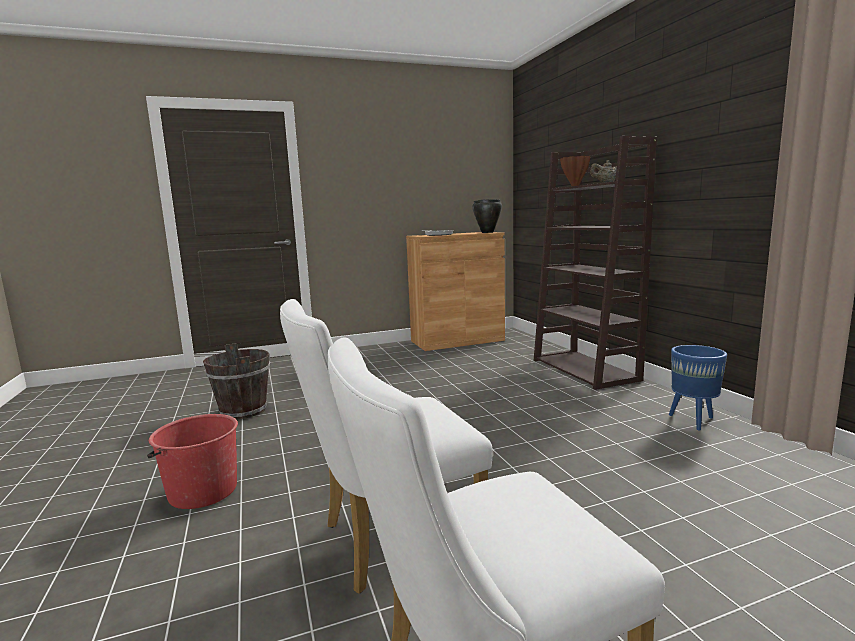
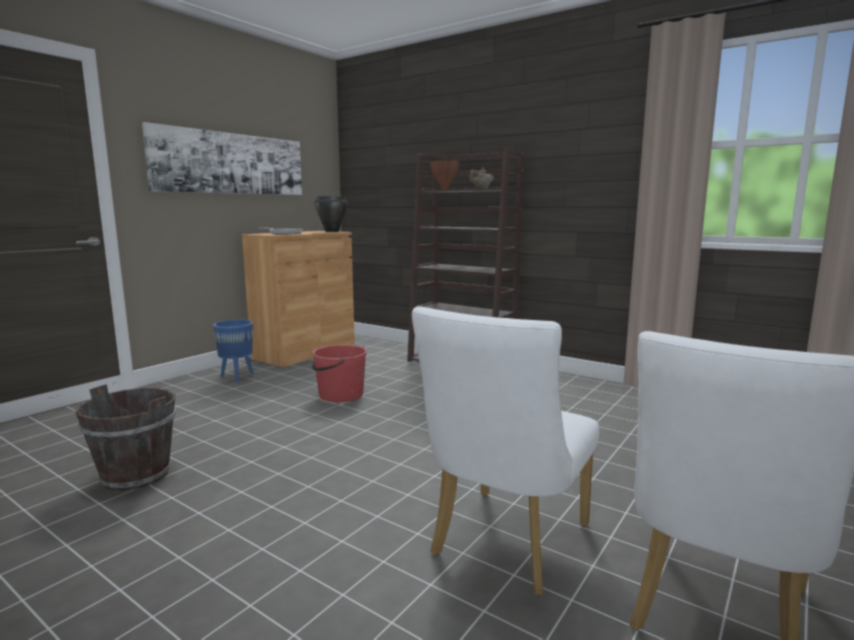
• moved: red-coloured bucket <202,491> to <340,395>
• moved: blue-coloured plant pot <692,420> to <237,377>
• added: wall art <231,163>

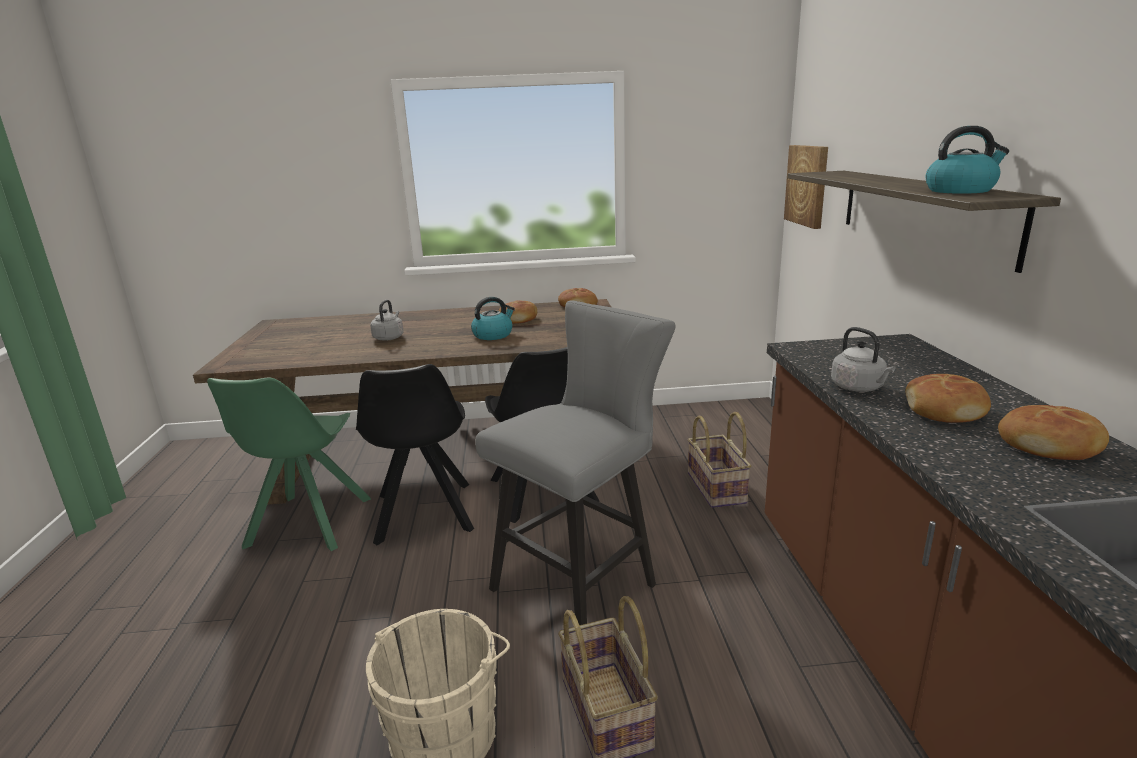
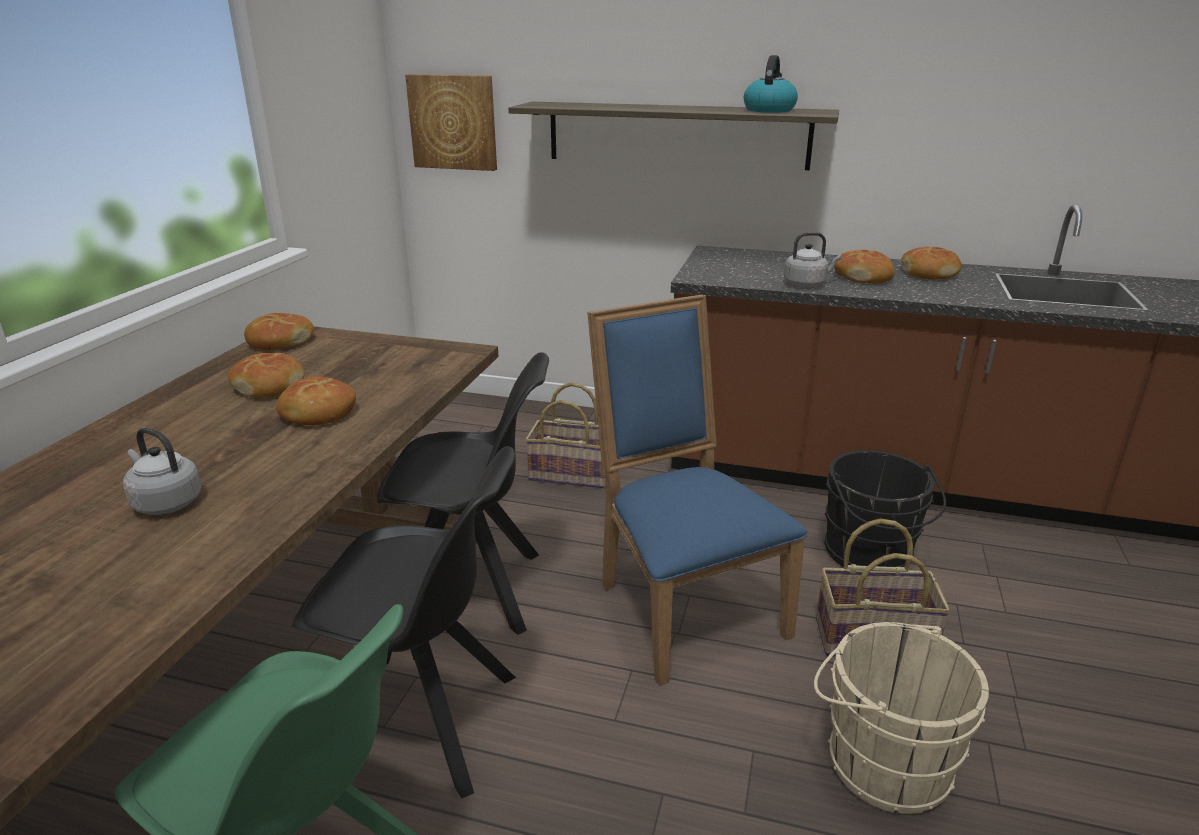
• replaced: tea kettle <493,335> to bakery bread <317,413>
• replaced: grey stool <582,583> to blue-coloured upright chair <682,605>
• added: blackish bucket <870,555>

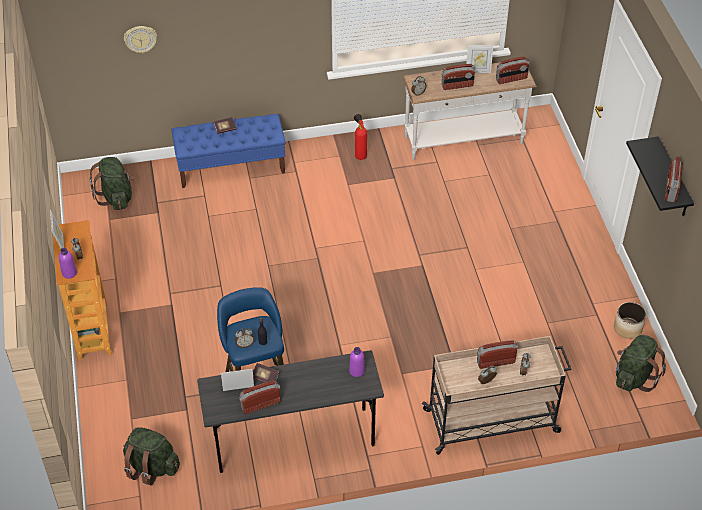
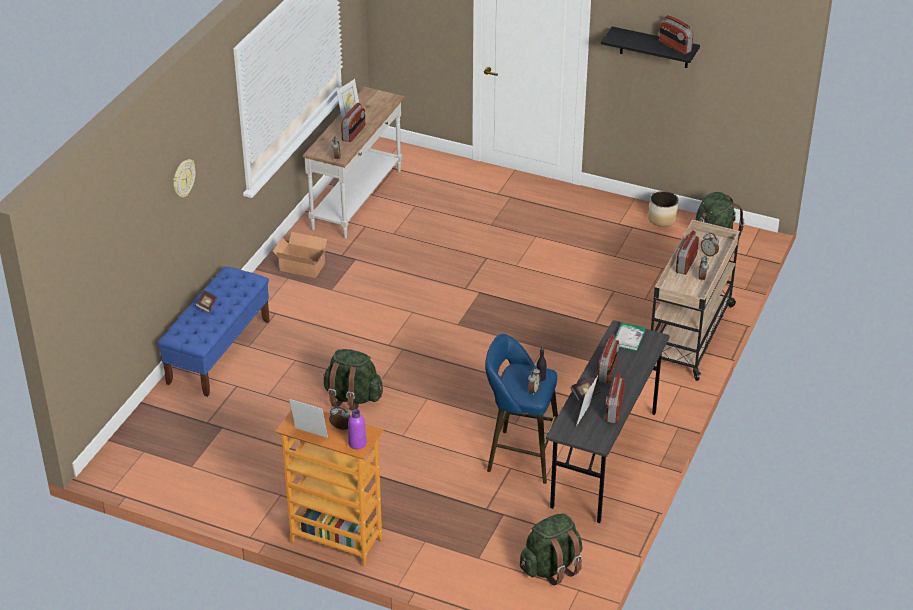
• moved: greenish backpack <116,197> to <352,397>
• moved: hanging clock <140,39> to <183,178>
• replaced: purple-coloured bottle <357,371> to volume <628,338>
• replaced: extinguisher <360,155> to packing box <302,265>
• moved: radio <511,79> to <607,370>

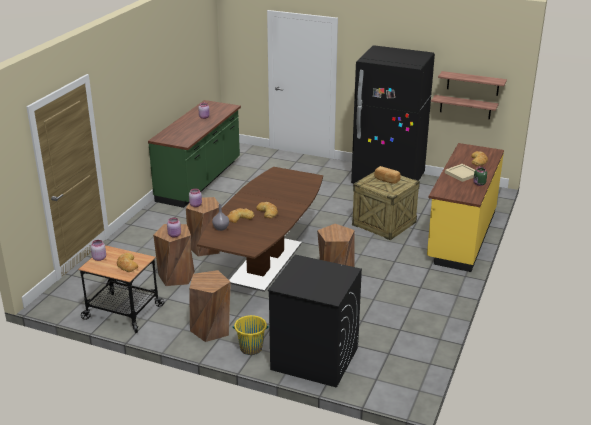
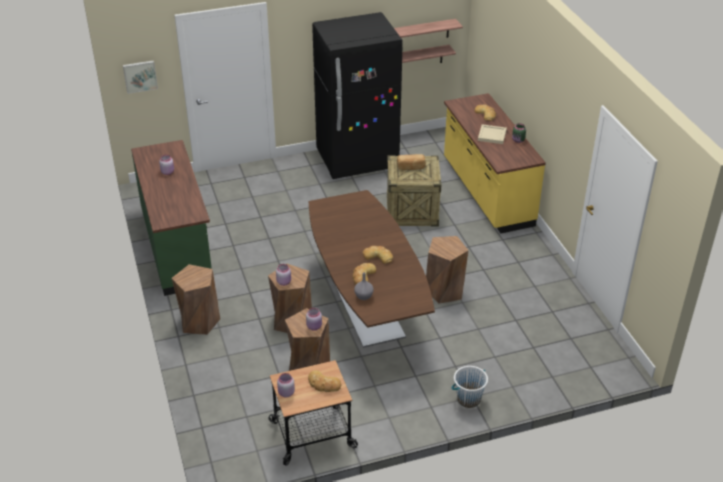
• moved: brown stool <211,329> to <199,321>
• recoloured: yellow-coloured bucket <251,348> to white-coloured bucket <468,399>
• removed: blackish laundry appliance <314,358>
• added: wall art <140,76>

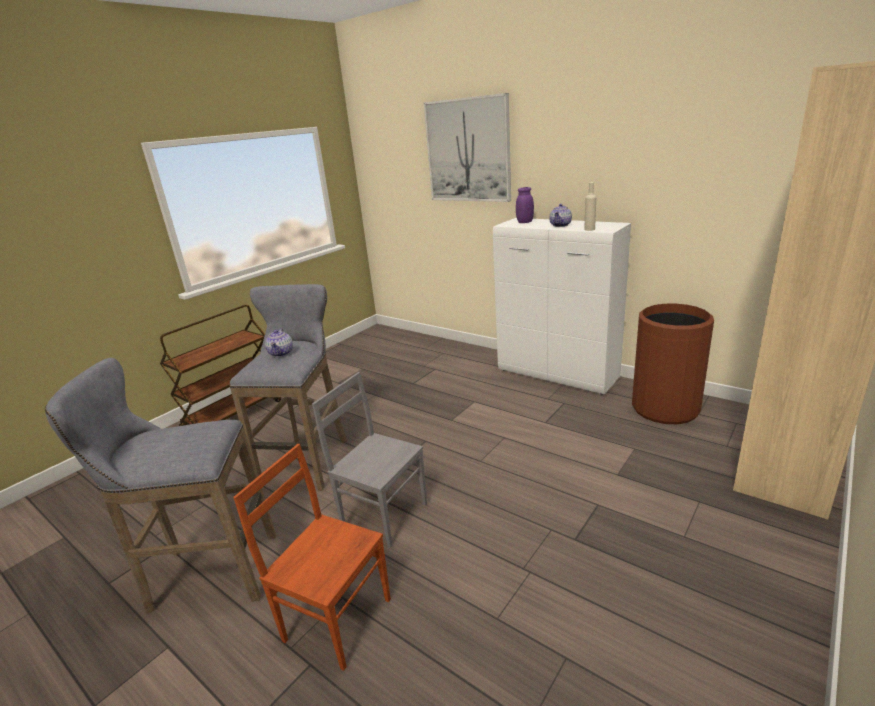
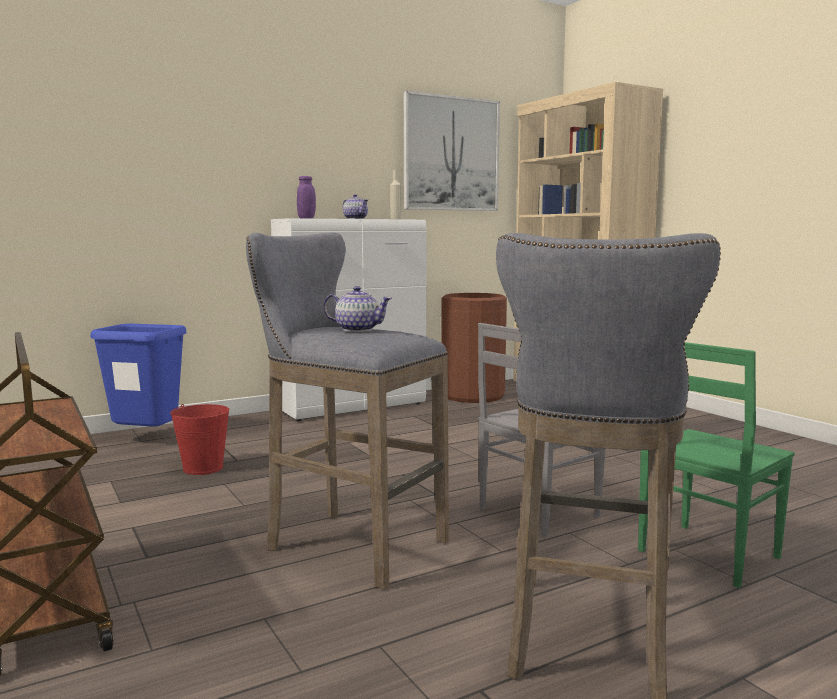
• recoloured: brown upright chair <337,617> to greenish upright chair <705,554>
• moved: wall art <468,150> to <451,154>
• added: blue-coloured rubbish bin <147,440>
• added: red-coloured bucket <203,468>

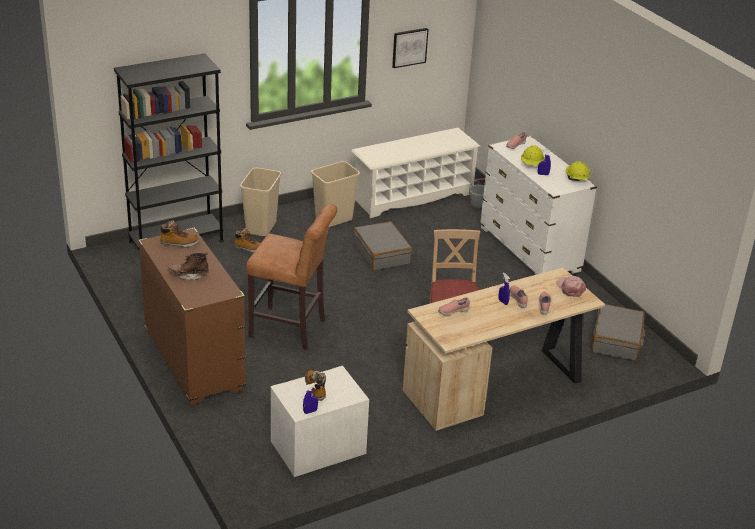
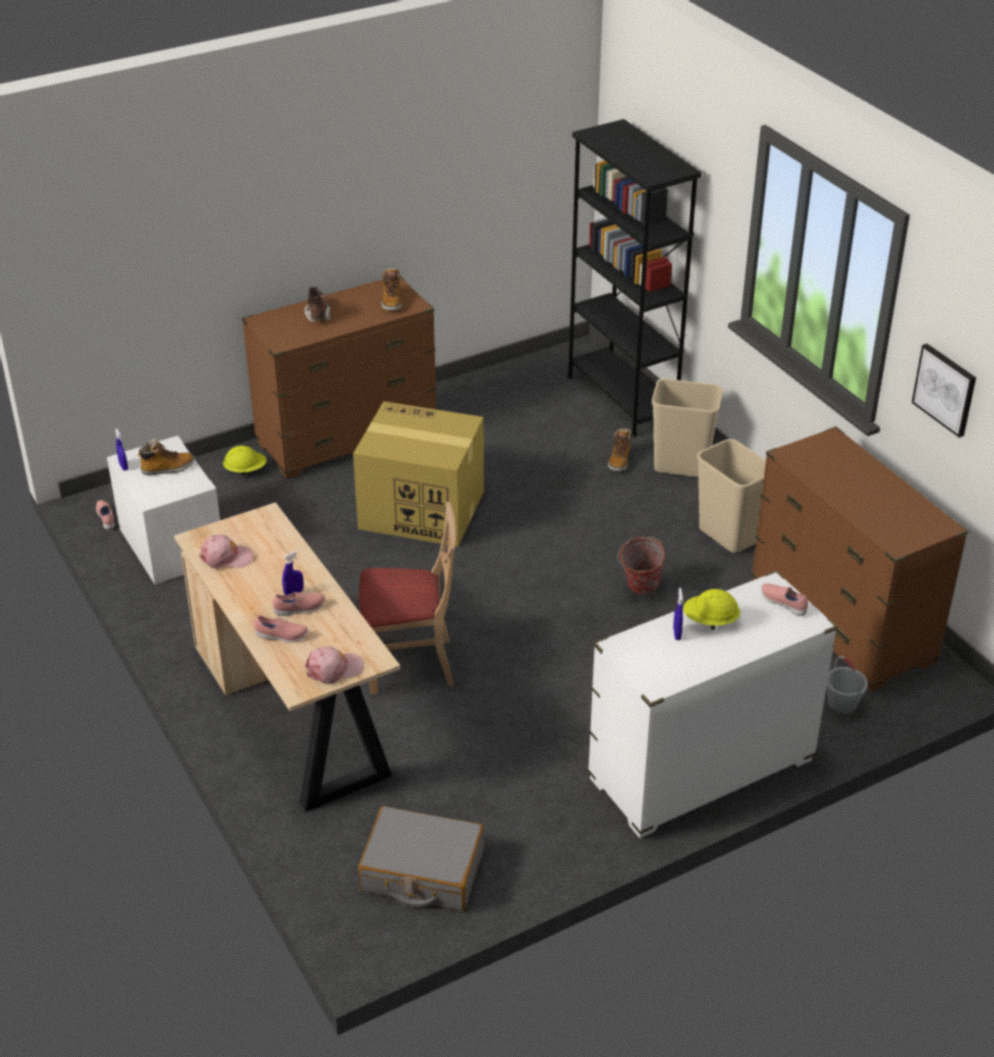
• replaced: brown stool <291,330> to packing box <420,510>
• replaced: white-coloured shoe stand <412,196> to brown dresser <842,622>
• replaced: grey suitcase <382,254> to bucket <639,589>
• moved: pink shoe <453,311> to <106,518>
• moved: yellow-coloured hard hat <576,179> to <245,471>
• added: pink peaked cap <226,557>

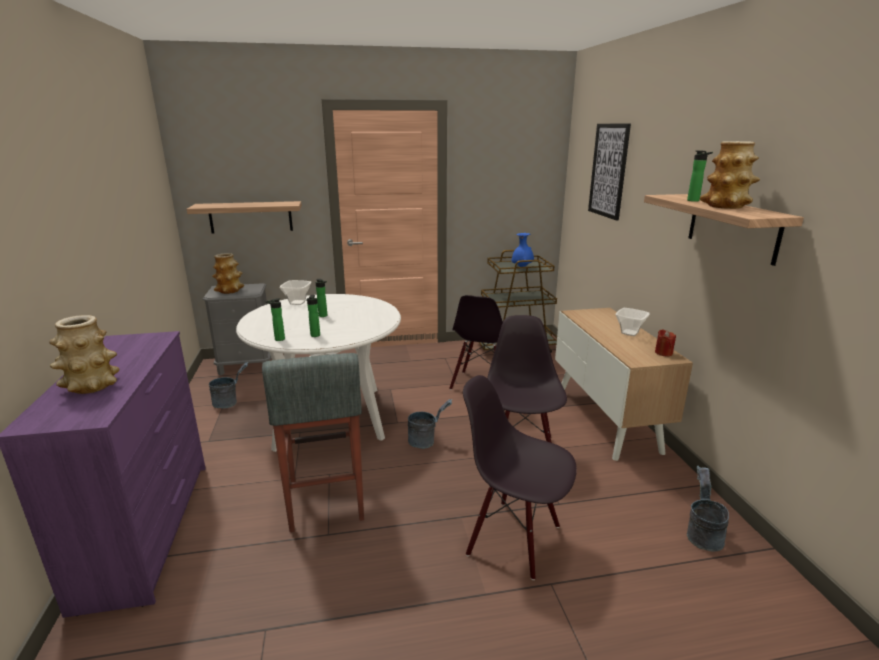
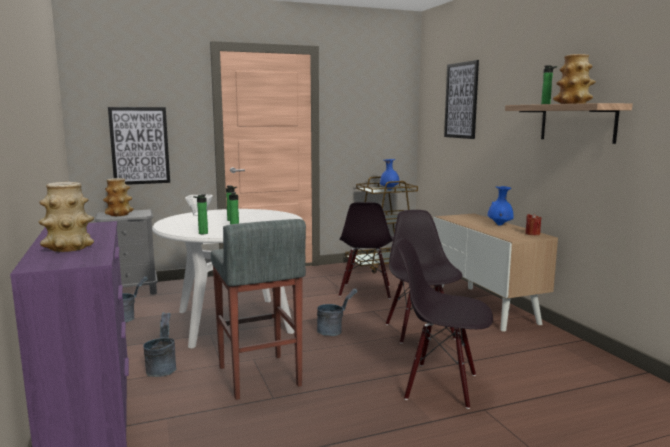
• replaced: shelf <251,217> to wall art <140,145>
• replaced: deep dish <630,333> to blue-coloured decorative vase <499,225>
• moved: grey bucket <702,534> to <162,368>

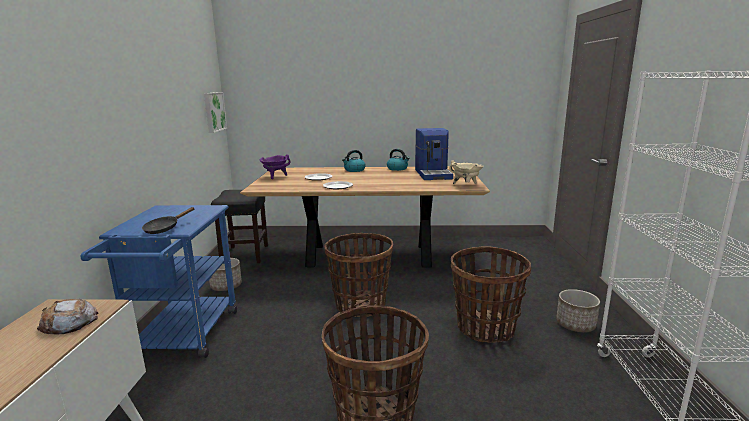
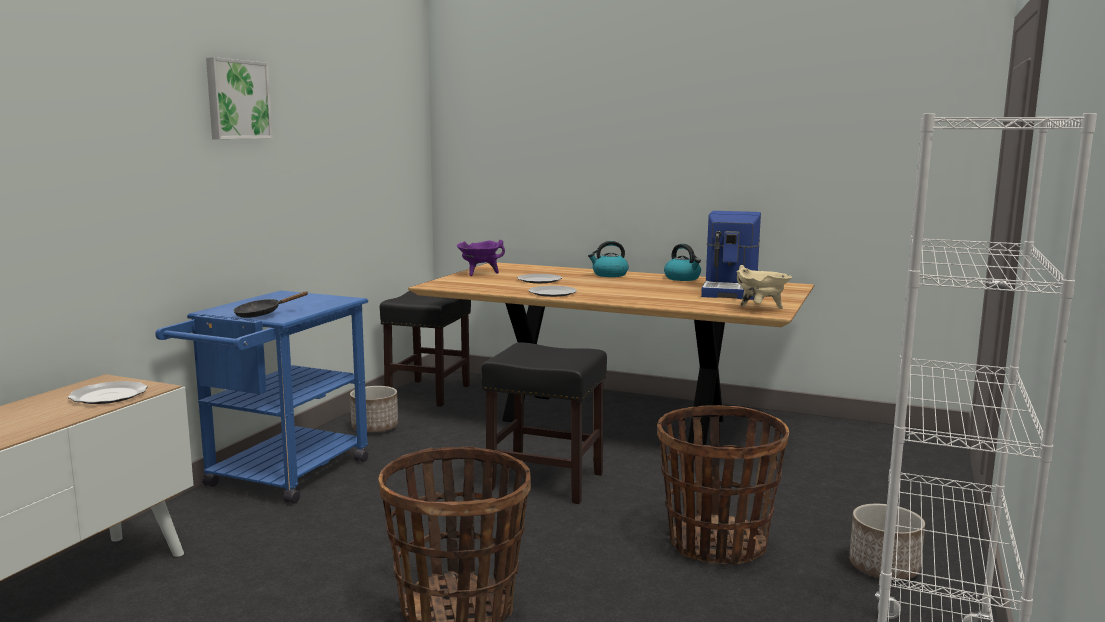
• replaced: bakery bread <69,323> to flat dish <108,396>
• moved: wall art <214,111> to <237,99>
• replaced: storage basket <360,305> to blackish stool <544,481>

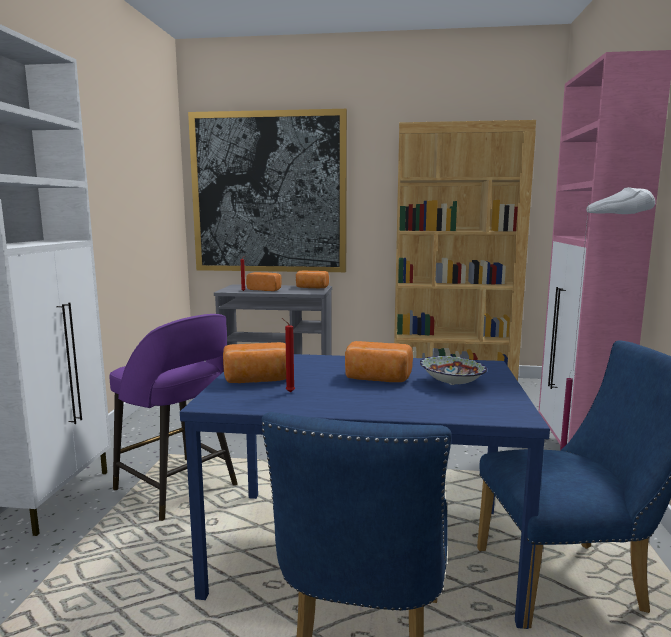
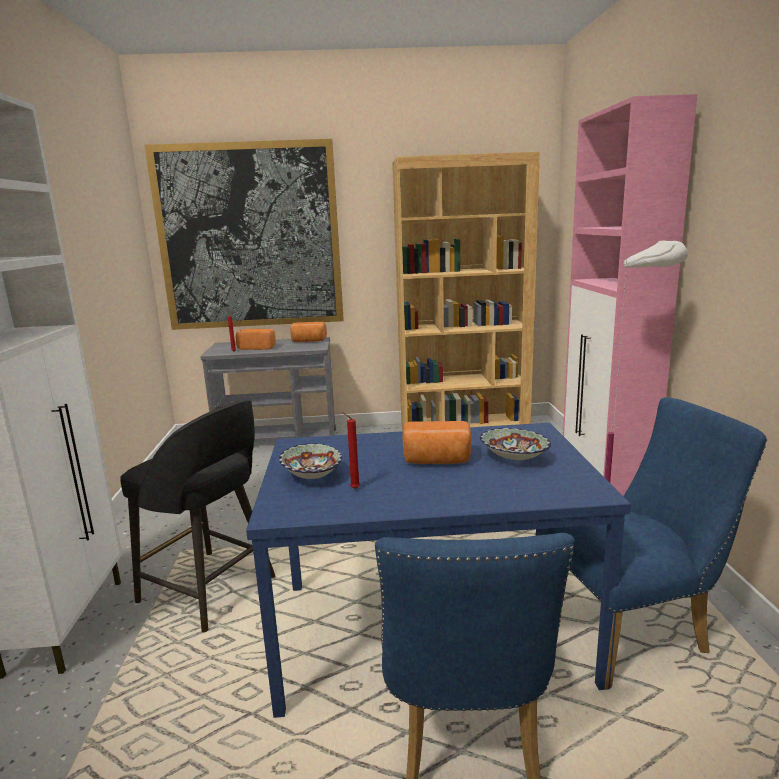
• recoloured: purple-coloured stool <178,488> to blackish stool <210,590>
• replaced: bakery bread <257,380> to deep dish <311,476>

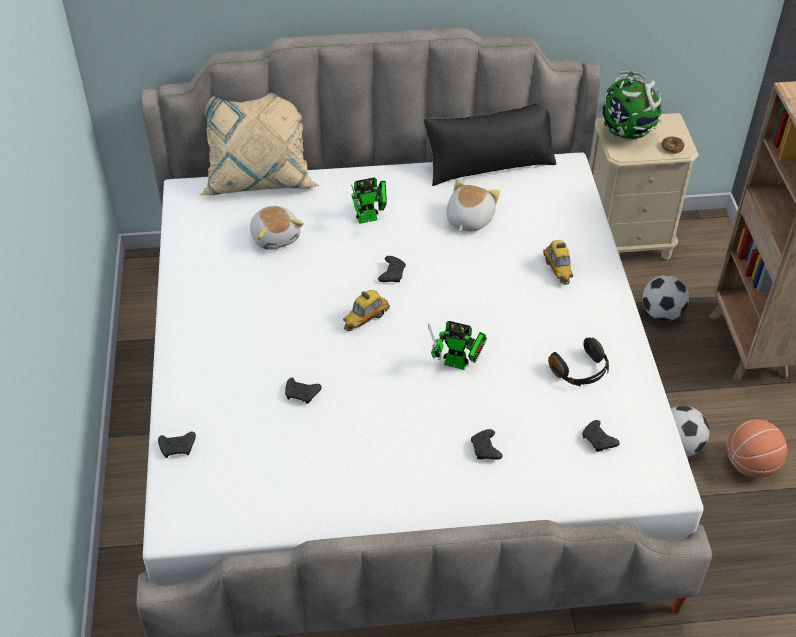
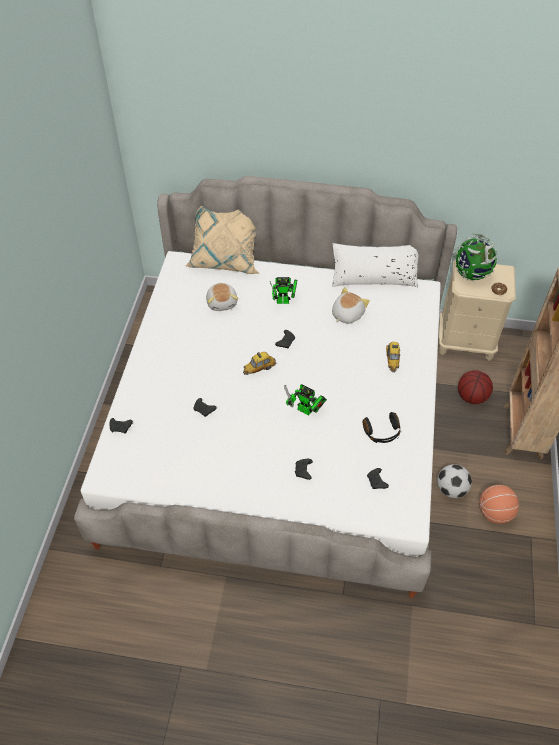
• recoloured: blackish throw pillow <489,165> to white-coloured throw pillow <373,279>
• replaced: ball for football <661,313> to basketball <472,397>

